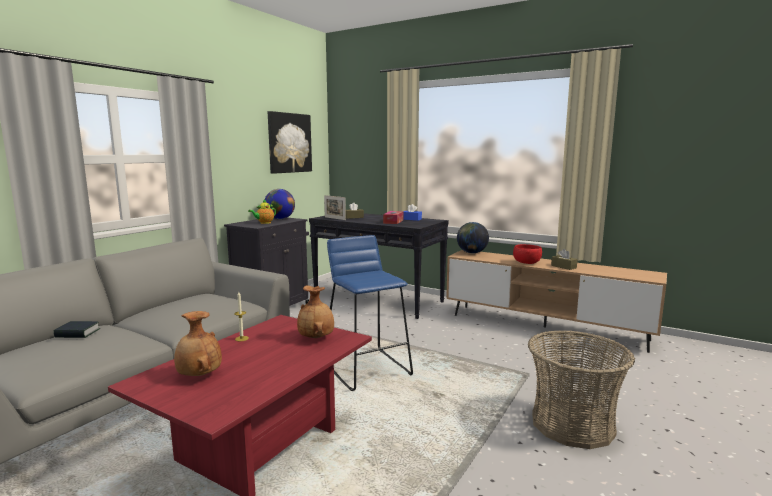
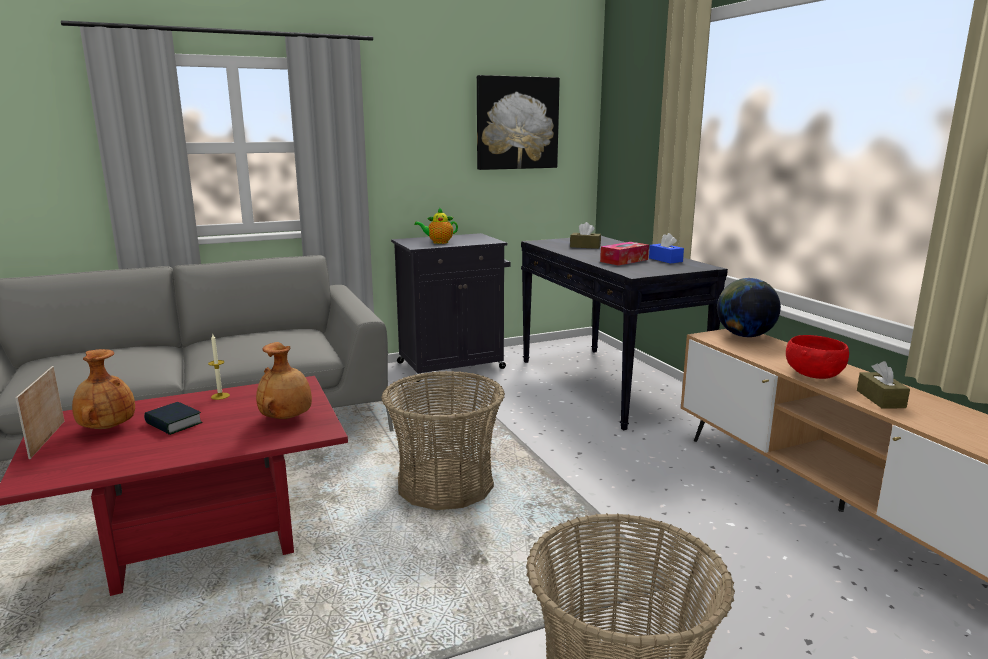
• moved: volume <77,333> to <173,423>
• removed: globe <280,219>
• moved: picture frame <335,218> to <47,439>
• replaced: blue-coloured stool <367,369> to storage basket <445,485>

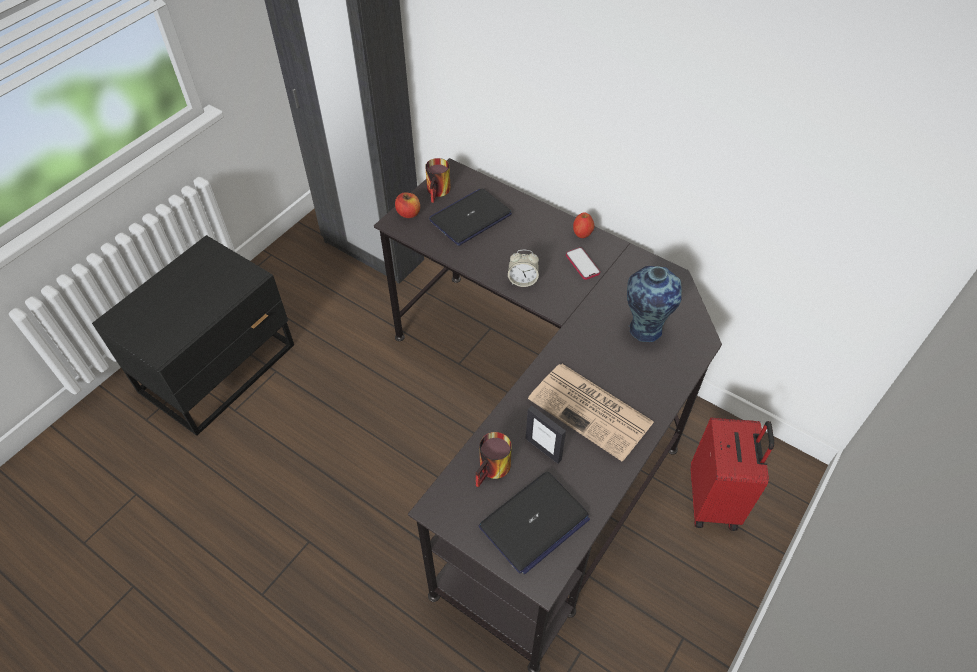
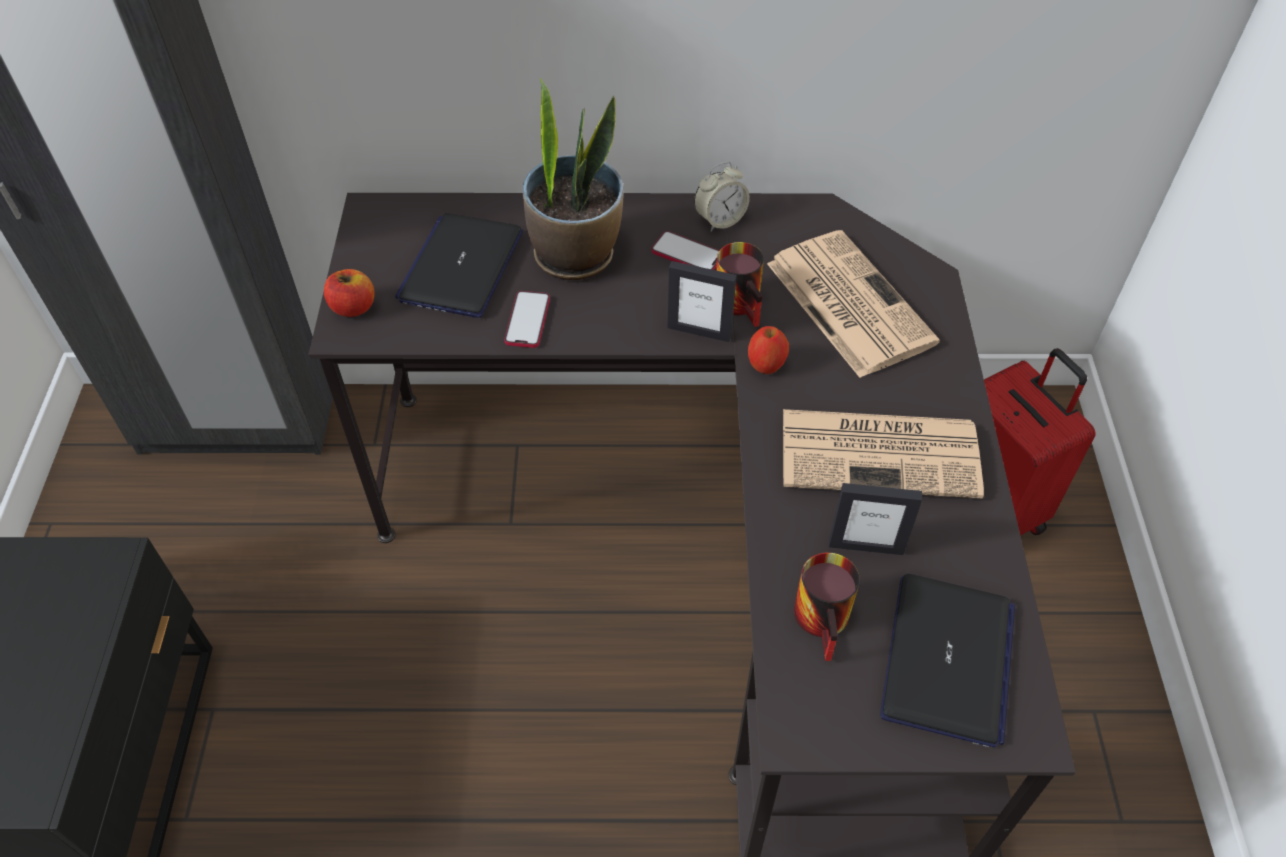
• moved: tea mug <439,192> to <744,303>
• moved: bedside clock <522,280> to <720,220>
• moved: apple fruit <582,234> to <766,365>
• replaced: decorative vase <643,329> to newspaper <847,302>
• added: handset <527,321>
• added: plant in a pot <575,254>
• added: picture frame <699,331>

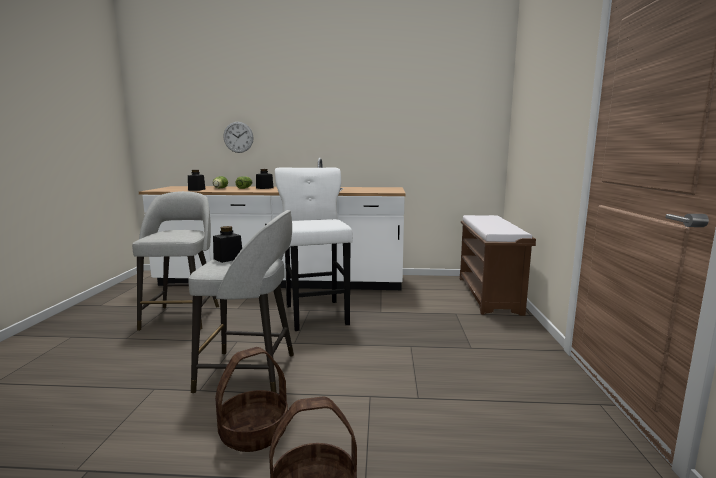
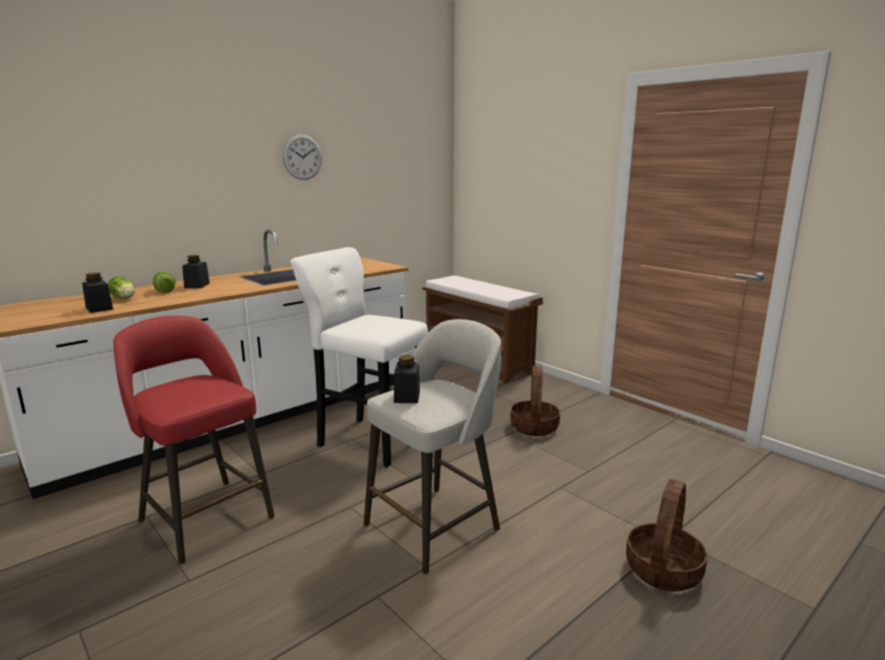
• recoloured: grey stool <182,316> to red-coloured stool <204,517>
• moved: storage basket <254,432> to <534,427>
• moved: hanging clock <238,137> to <302,157>

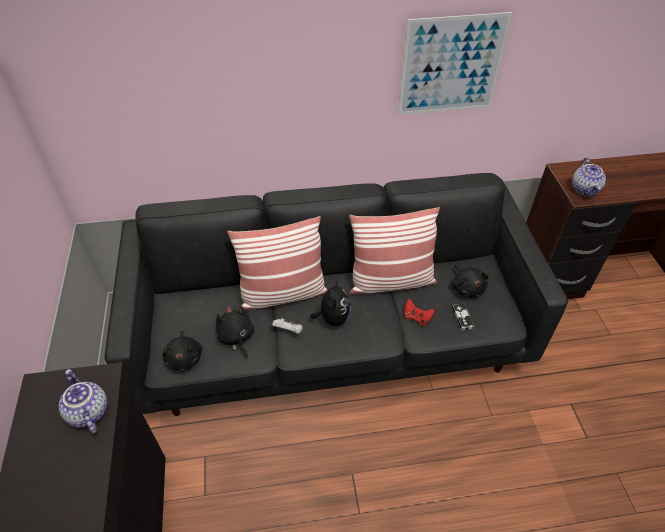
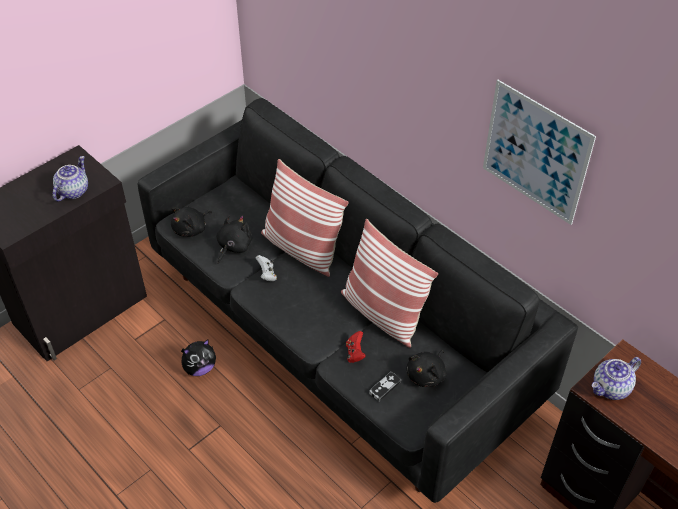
• moved: soft toy <333,318> to <199,368>

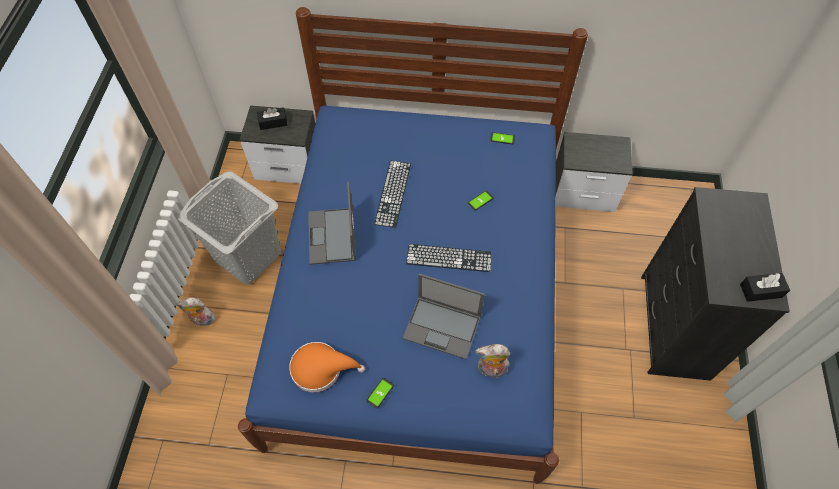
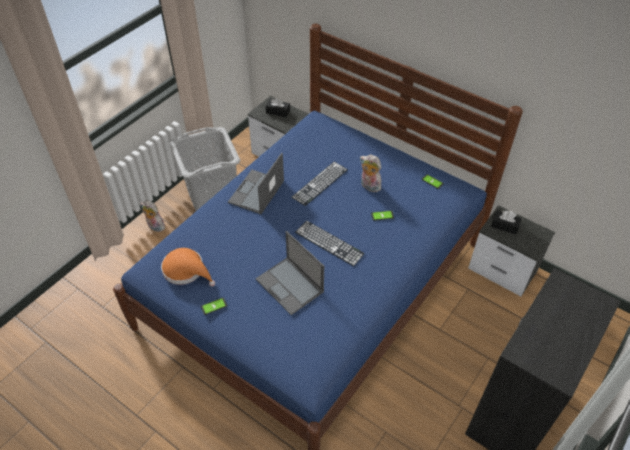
• moved: soft toy <491,370> to <369,186>
• moved: blackish tissue box <761,291> to <504,226>

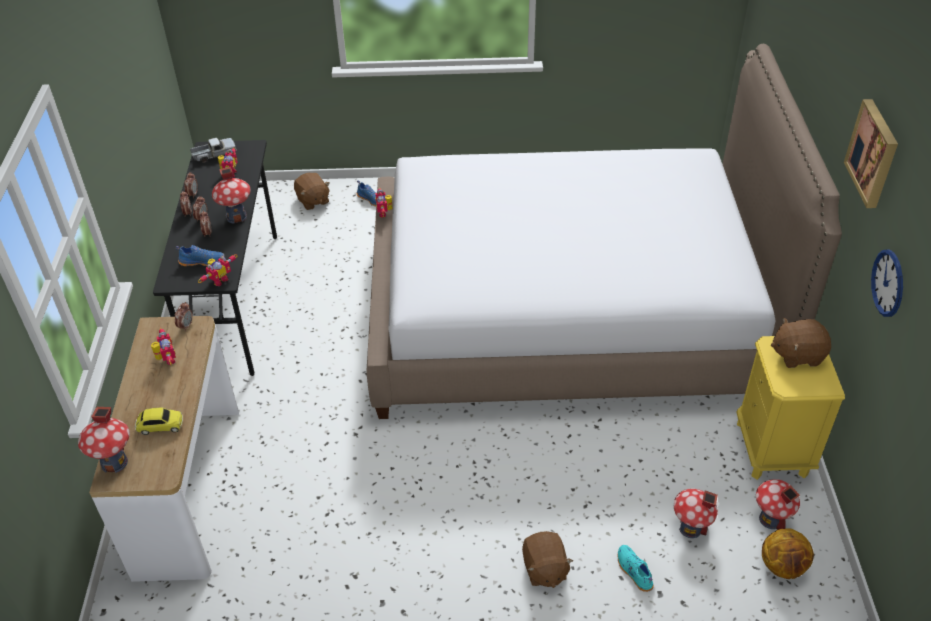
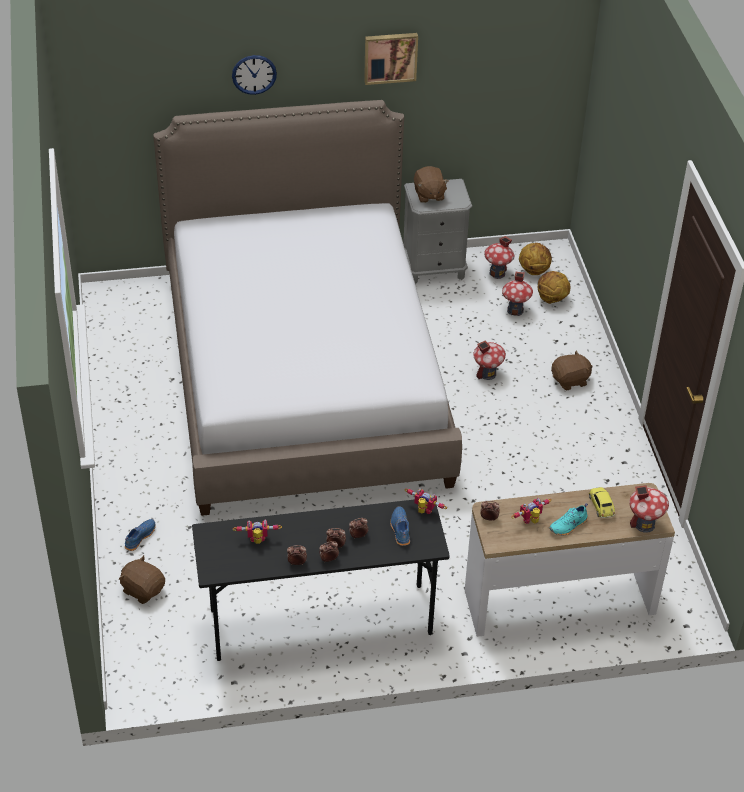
• removed: toy lorry <214,155>
• moved: miniature house <236,217> to <487,374>
• turned: brown soft toy <313,201> = <143,589> 105 degrees counterclockwise
• removed: model robot <385,213>
• moved: blue-green shoe <633,571> to <568,526>
• recoloured: yellow-coloured nightstand <772,449> to grey nightstand <434,268>
• moved: hanging clock <888,283> to <254,74>
• added: basketball <551,299>

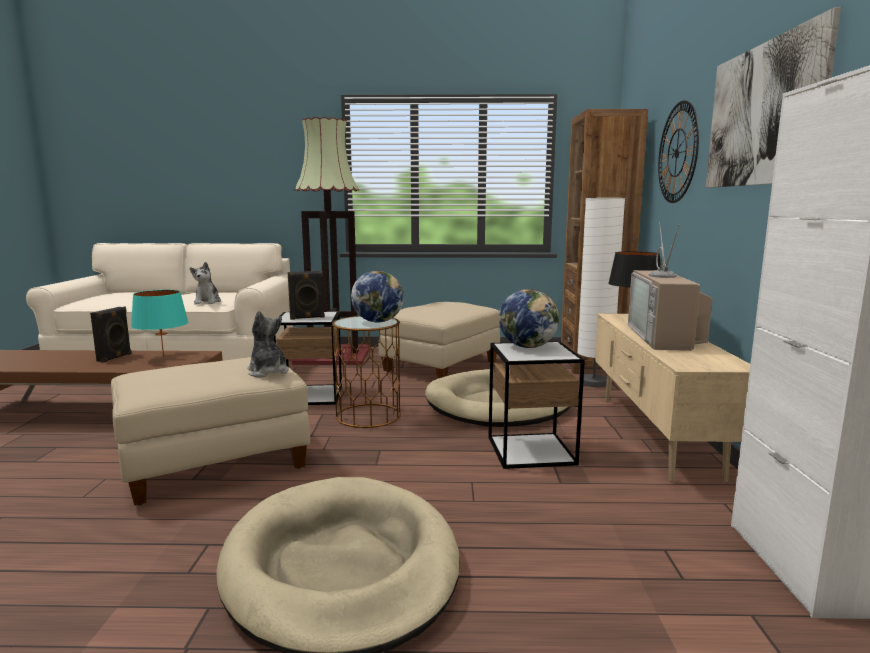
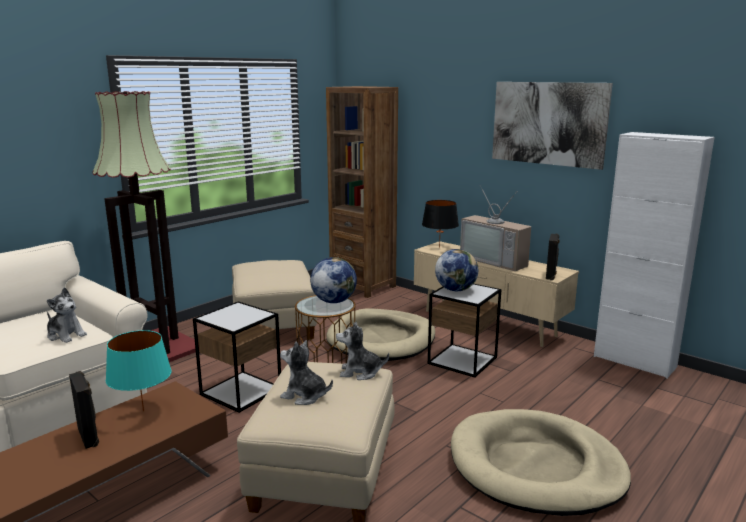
• moved: blackish audio speaker <307,318> to <551,275>
• removed: white-coloured floor lamp <594,383>
• removed: hanging clock <677,153>
• added: soft toy <304,396>

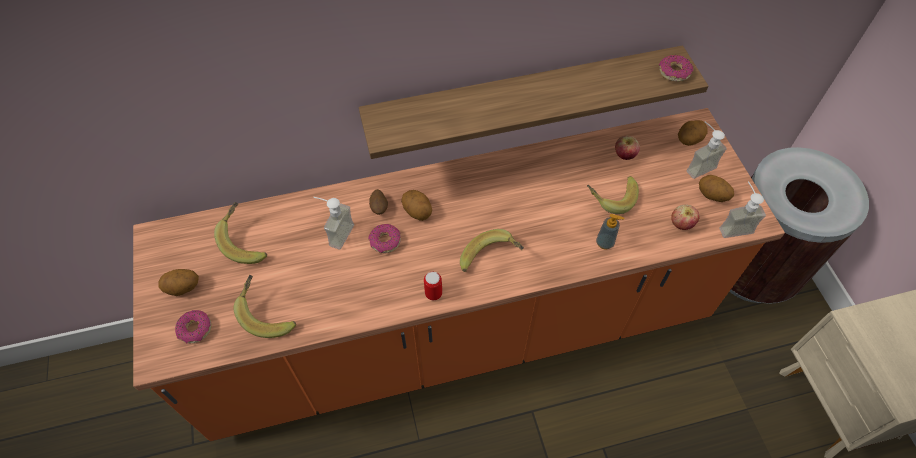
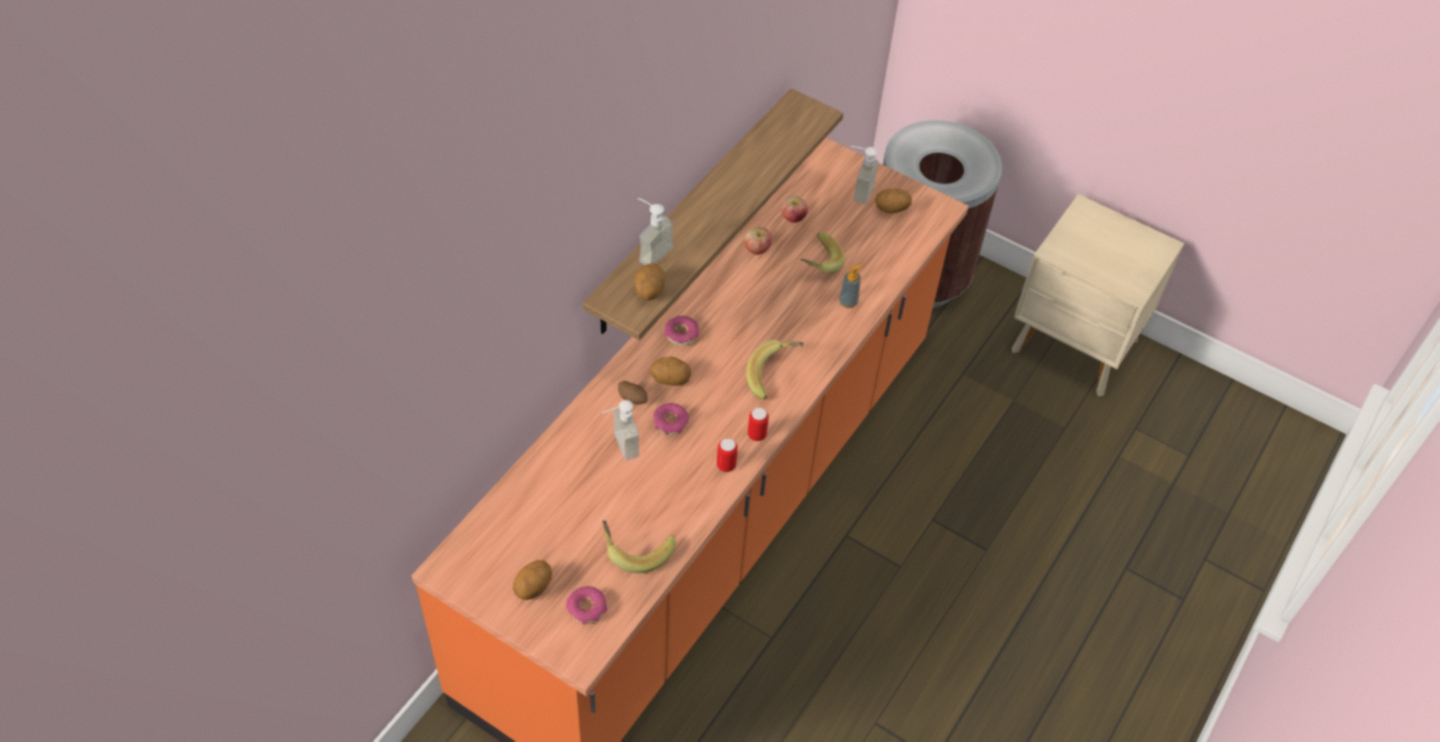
• removed: banana <246,241>
• moved: ring doughnut <674,72> to <681,334>
• moved: apple fruit <681,224> to <757,250>
• moved: whole potato <688,140> to <649,292>
• moved: soap dispenser <733,225> to <650,251>
• added: sealed can <726,465>

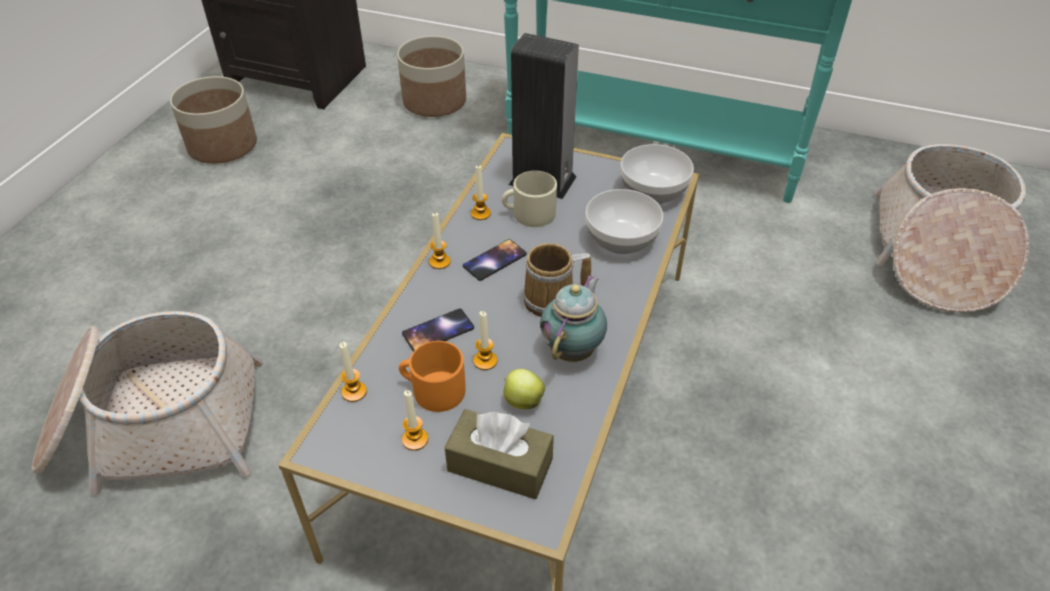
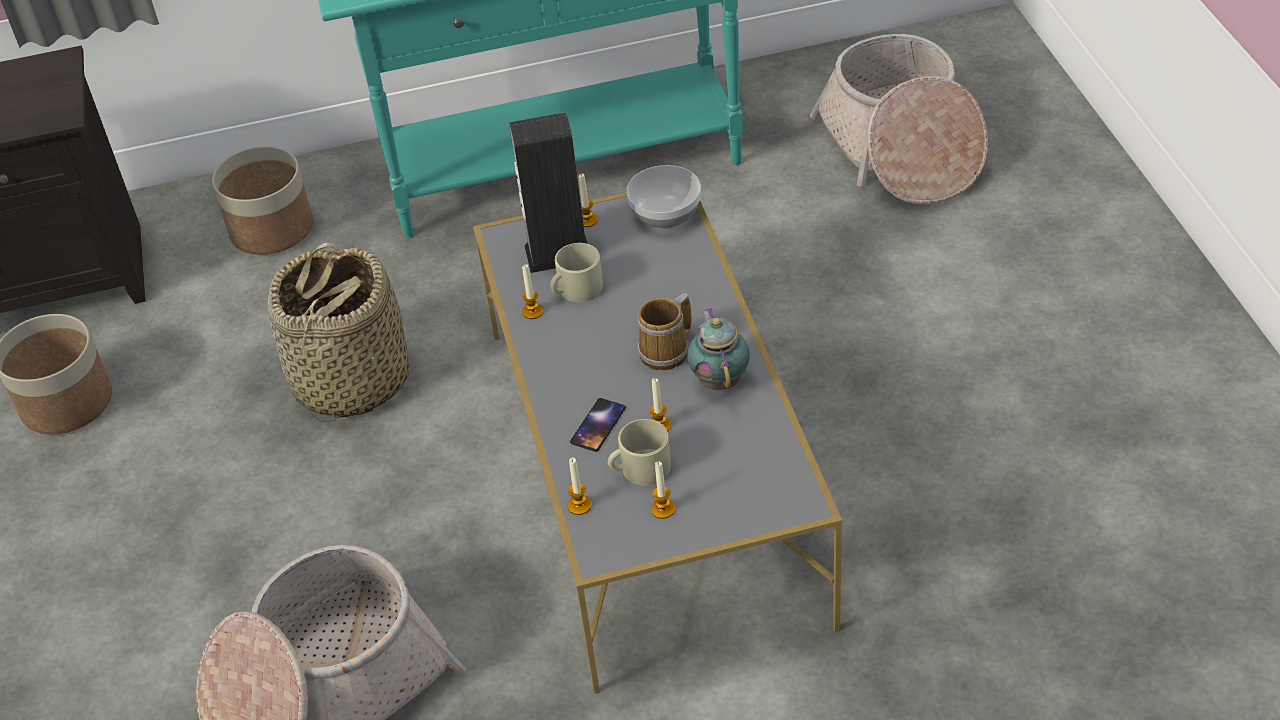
• recoloured: orangey tea mug <432,389> to sand-coloured tea mug <639,469>
• moved: wax candle <439,262> to <587,220>
• removed: brown tissue box <500,465>
• removed: handset <494,260>
• removed: apple fruit <522,401>
• removed: deep dish <622,240>
• added: storage basket <350,381>

